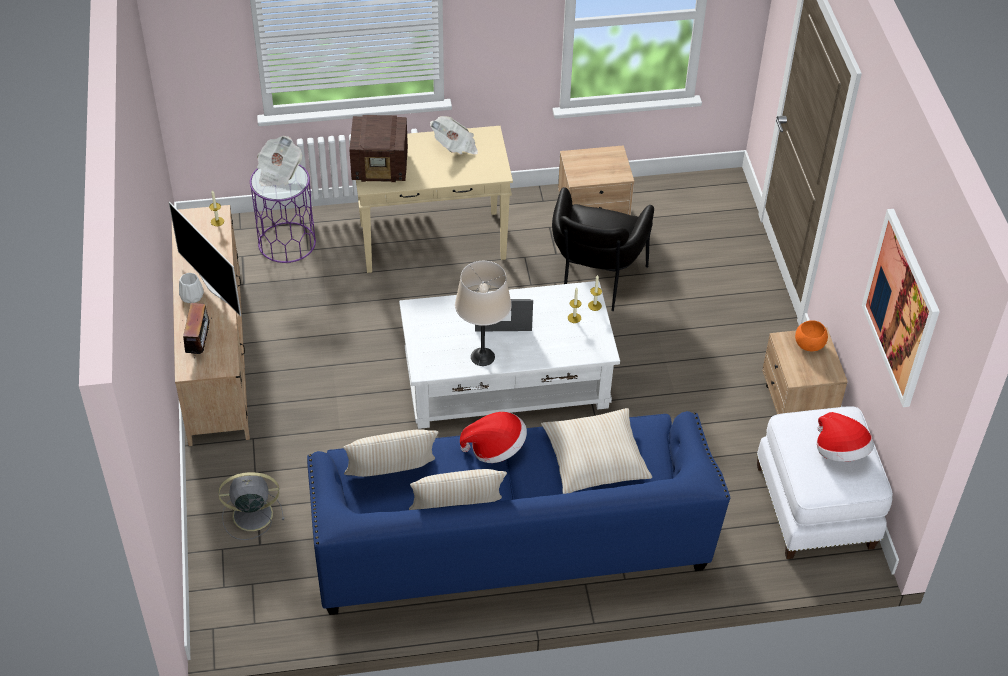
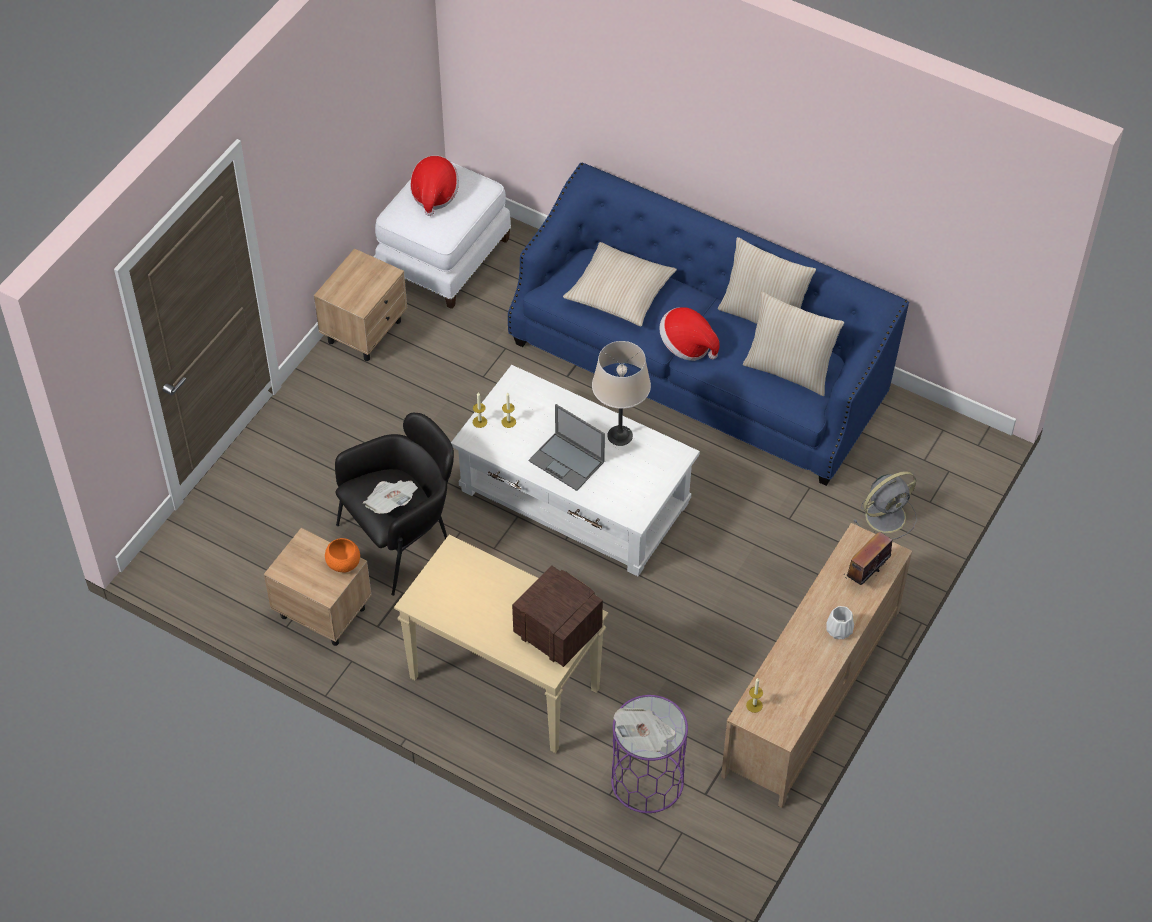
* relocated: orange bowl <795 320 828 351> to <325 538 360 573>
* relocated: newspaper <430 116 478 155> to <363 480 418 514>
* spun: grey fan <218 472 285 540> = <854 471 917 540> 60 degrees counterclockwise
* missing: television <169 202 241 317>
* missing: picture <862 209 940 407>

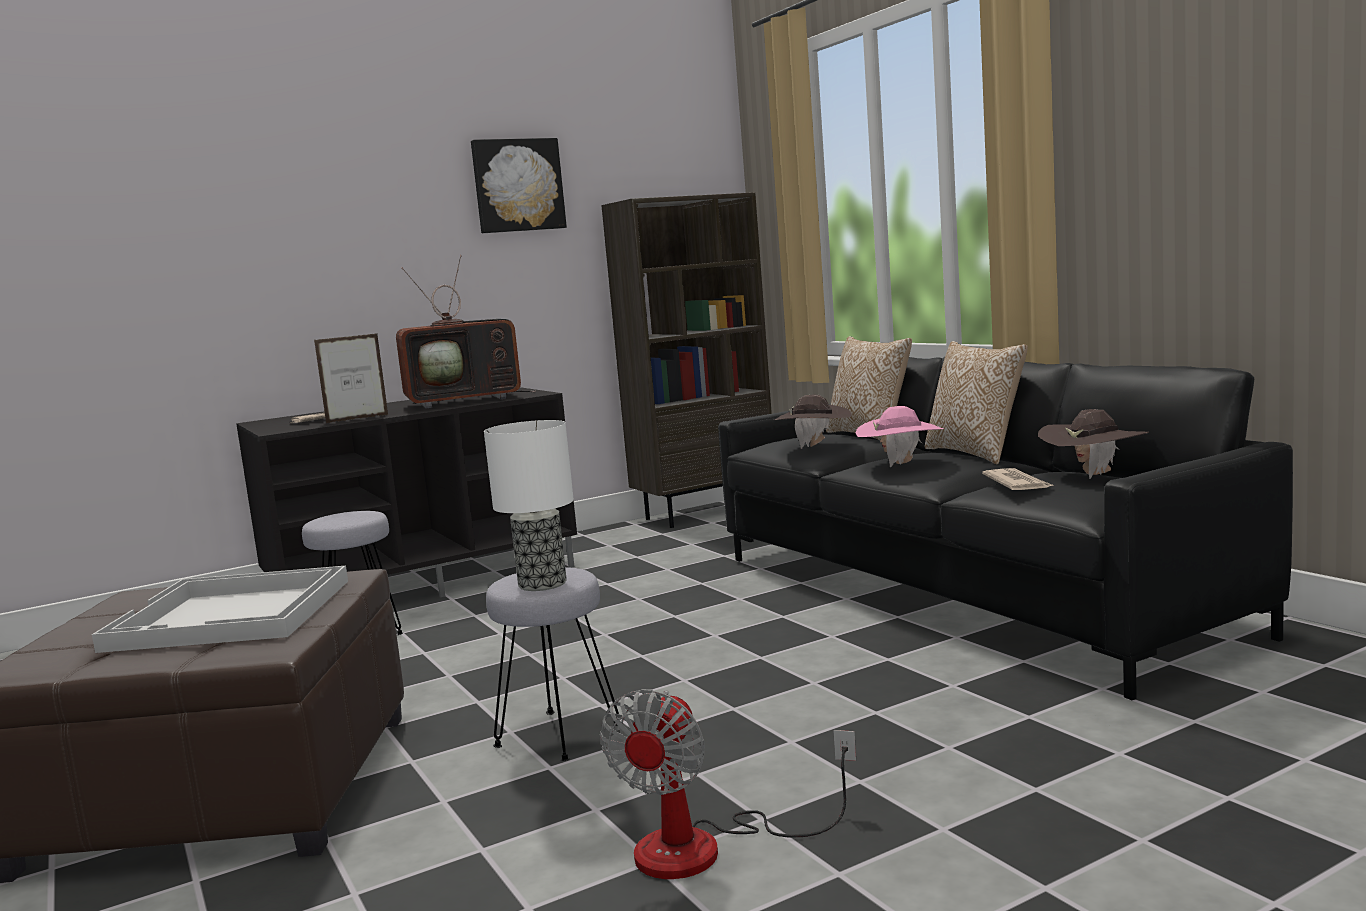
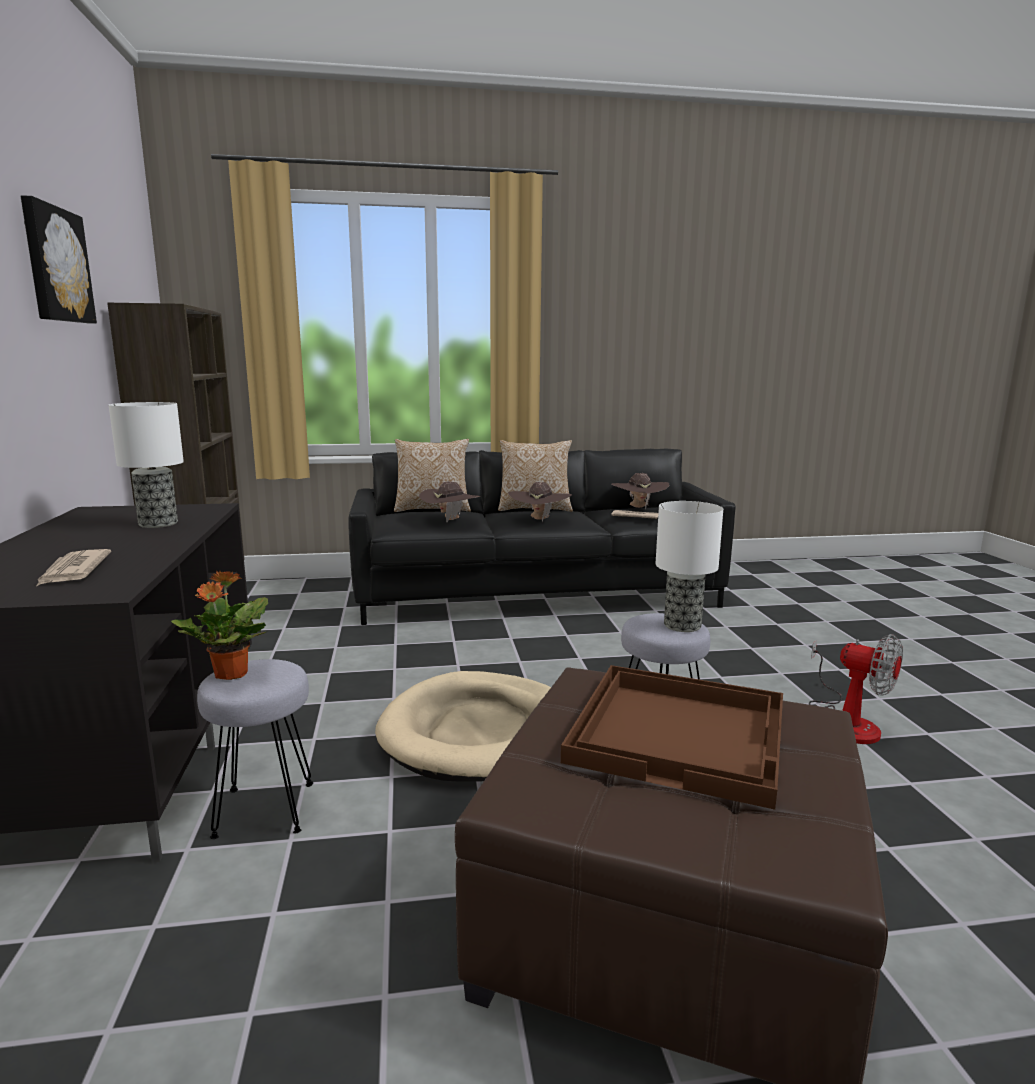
* exchanged: television <396 255 537 408> to table lamp <109 402 184 528>
* appeared: potted plant <171 571 268 680>
* appeared: beige dog bed <375 671 551 782>
* colour: pink hat <855 406 944 468> to brown hat <508 482 572 522>
* colour: white tray <92 566 348 653> to brown tray <561 665 783 810>
* missing: picture frame <314 333 389 423>

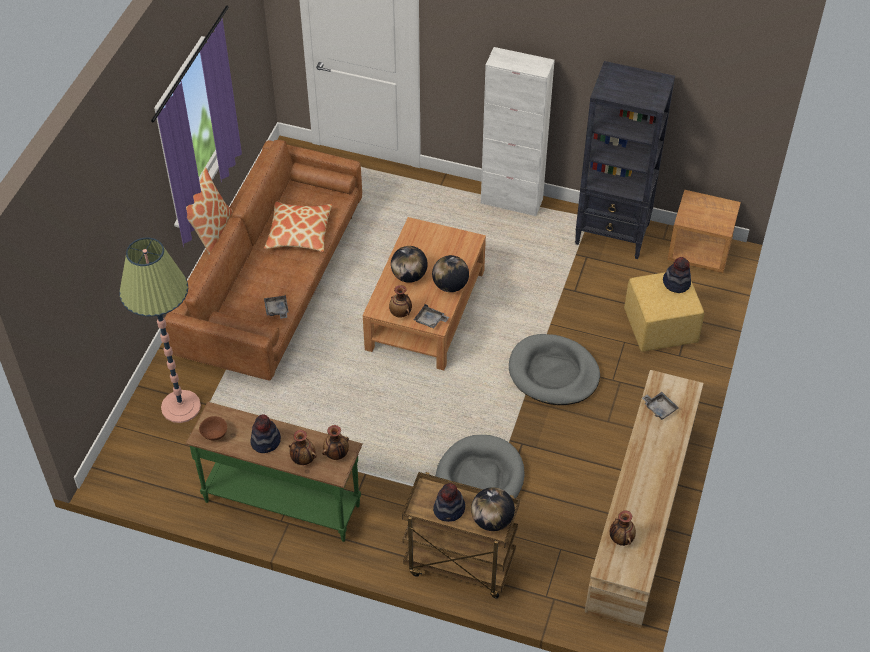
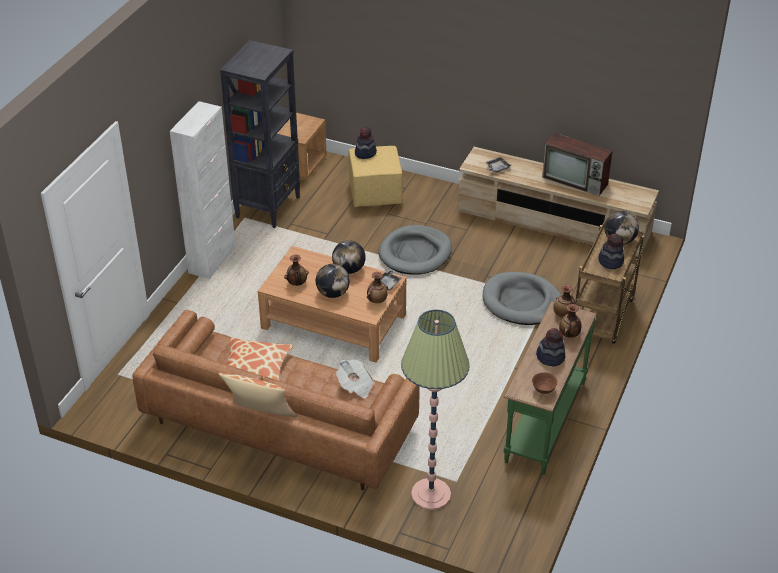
* relocated: vase <610 510 636 546> to <284 254 309 286>
* exchanged: grey tray <264 294 289 319> to newspaper <336 359 375 398>
* appeared: television <542 133 613 196>

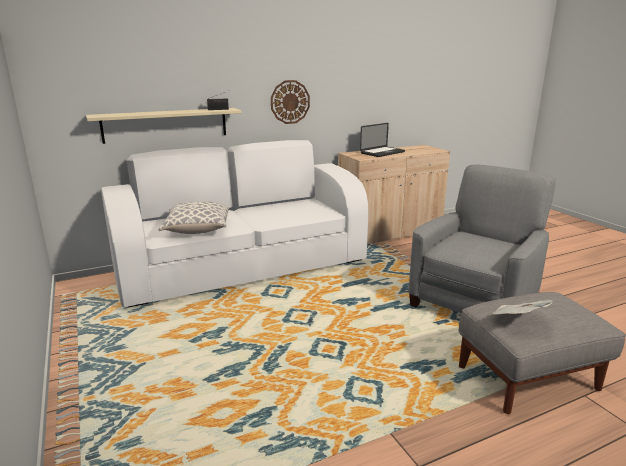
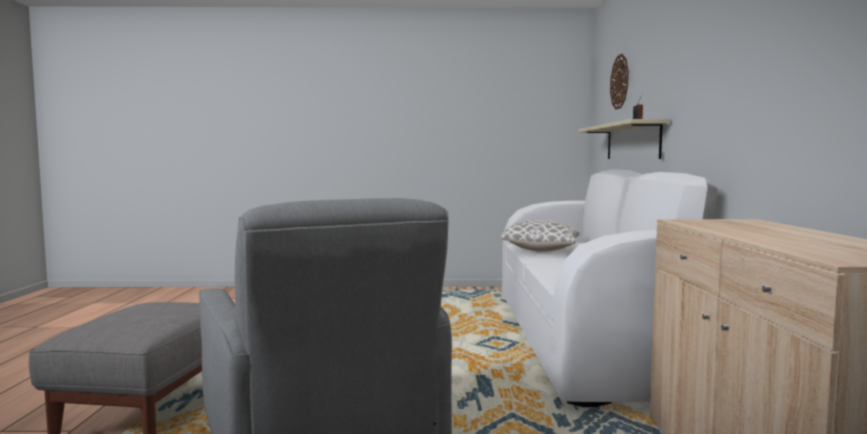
* relocated: wall clock <271 80 310 124> to <610 54 629 110>
* missing: laptop <360 123 405 157>
* missing: newspaper <489 300 553 315>

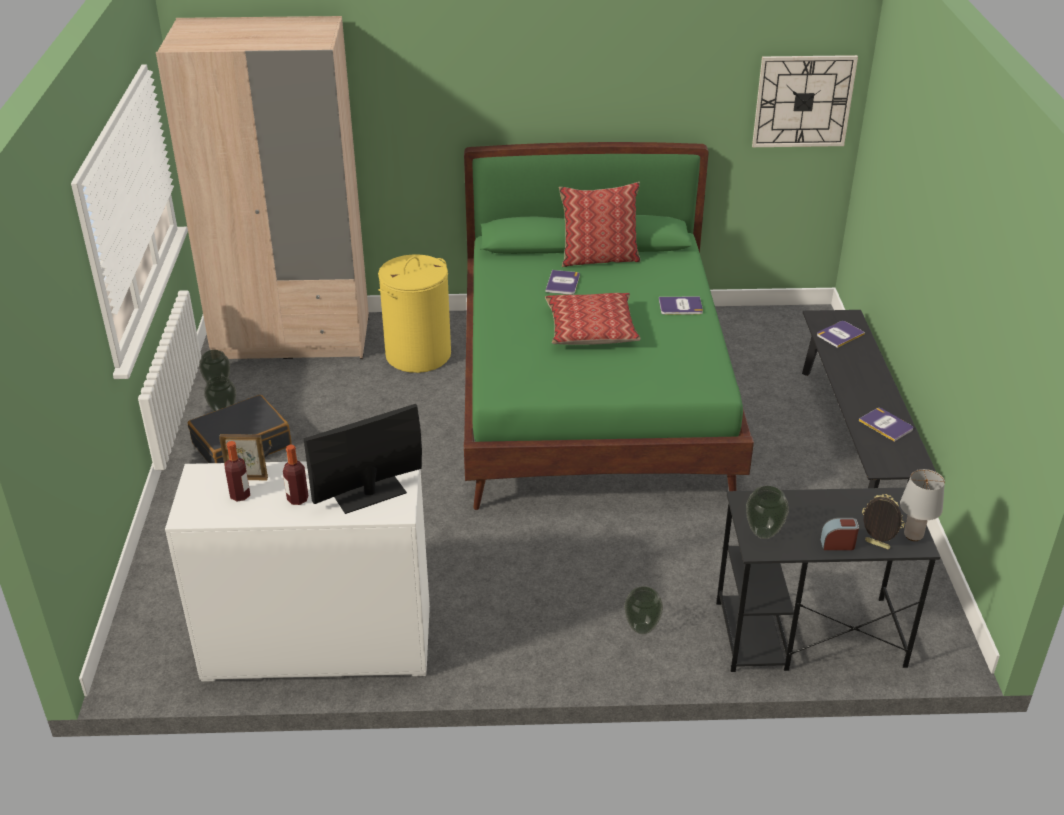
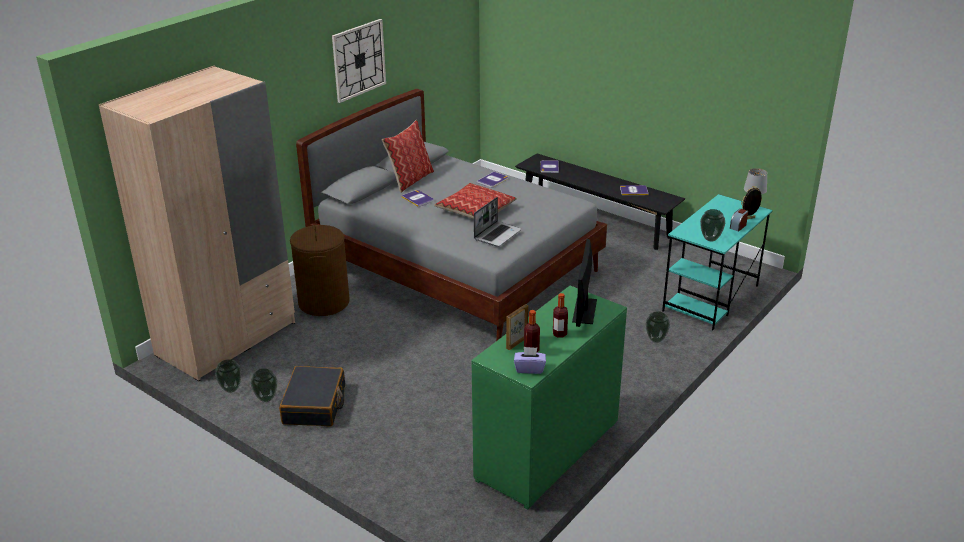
* colour: yellow laundry basket <378 254 451 373> to brown laundry basket <290 225 350 316>
* colour: green bed <464 142 754 510> to grey bed <296 89 607 341>
* relocated: wall clock <752 55 858 147> to <332 19 386 103>
* colour: white dresser <165 461 430 682> to green dresser <471 286 627 509>
* appeared: laptop <474 197 521 247>
* appeared: purple tissue box <514 347 546 374>
* colour: black desk <716 487 940 672> to turquoise desk <662 194 772 330>

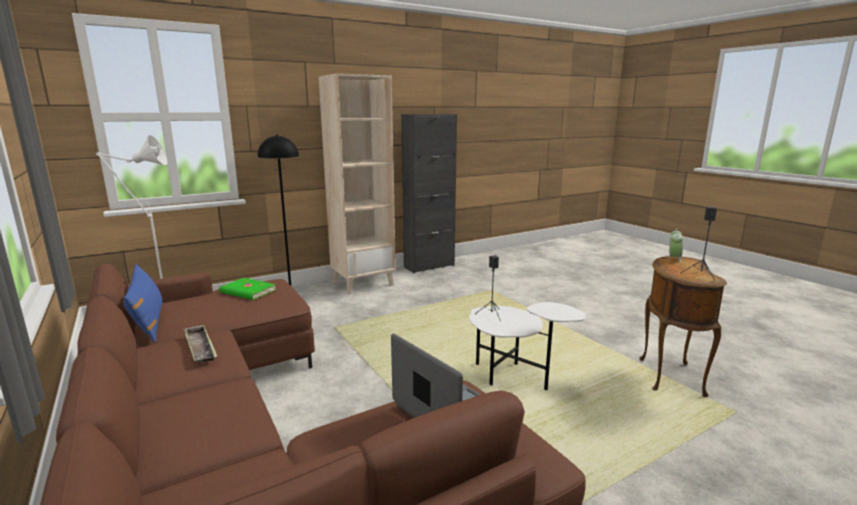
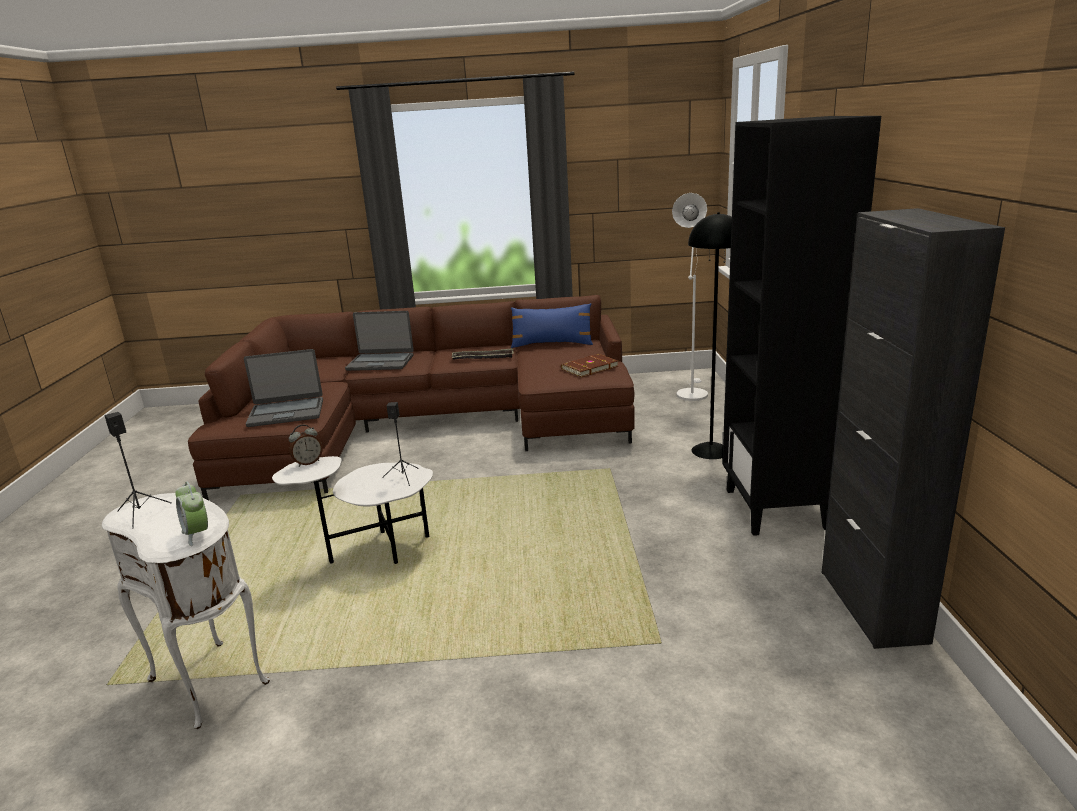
* colour: brown side table <639 256 727 397> to white side table <102 493 270 729>
* appeared: alarm clock <289 424 323 467>
* appeared: laptop <345 311 414 371>
* colour: green book <219 278 276 300> to brown book <561 354 618 377>
* colour: beige bookcase <318 73 396 294> to black bookcase <722 116 881 536>

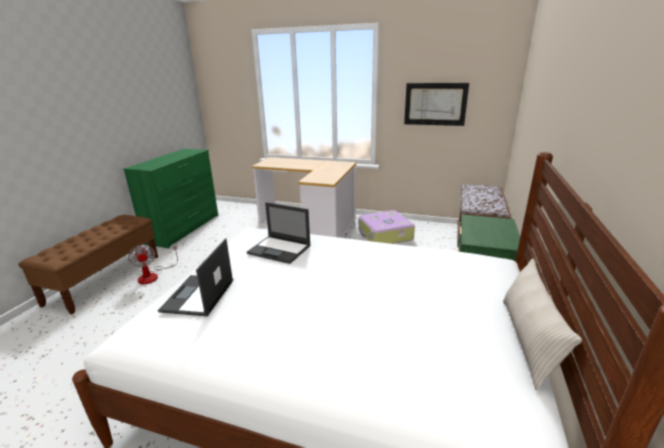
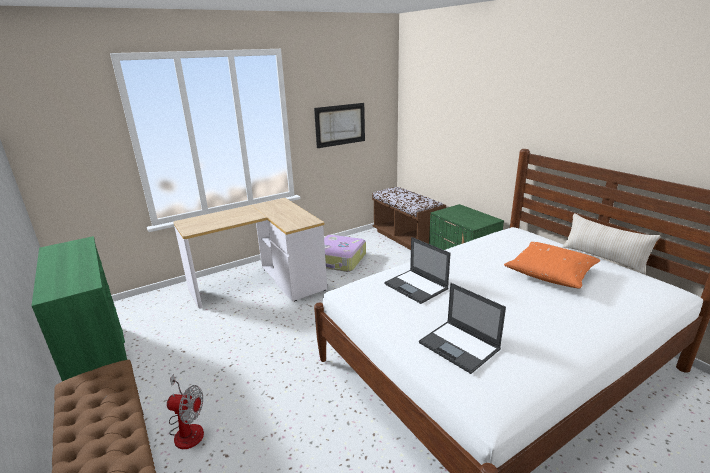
* spun: laptop <247 202 311 264> = <384 237 451 304> 75 degrees clockwise
* appeared: orange pillow <504 242 601 288>

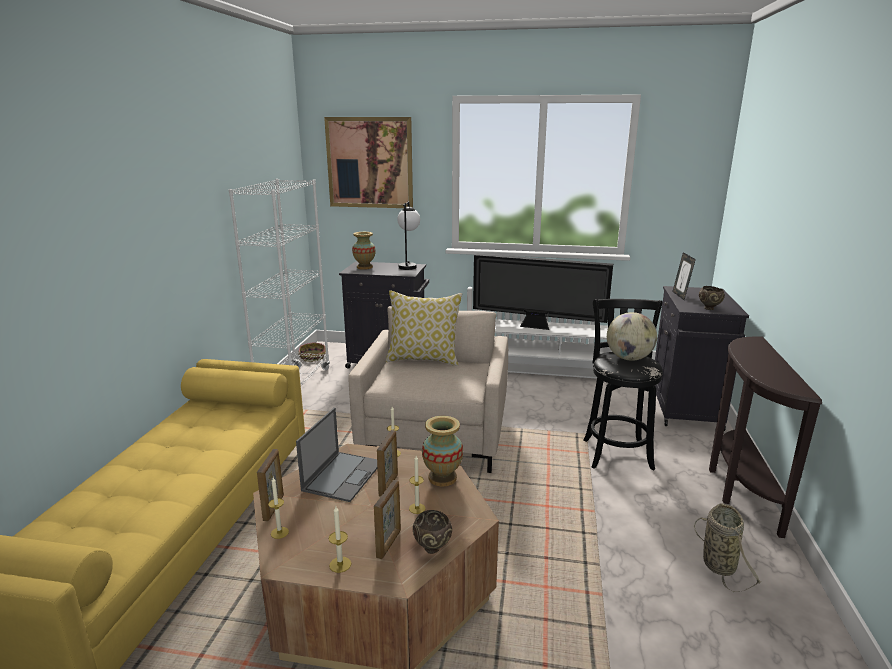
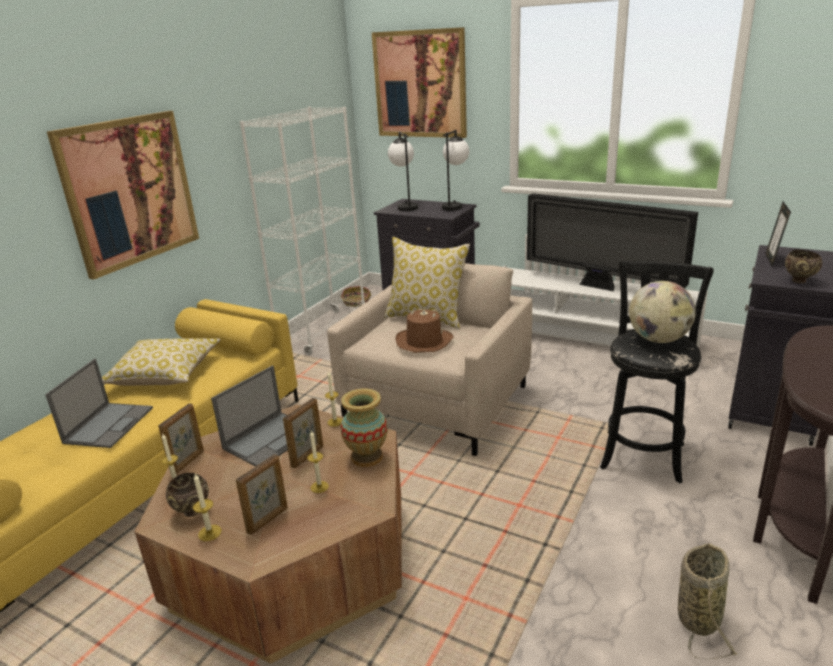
* appeared: laptop <45 359 153 448>
* appeared: picture <47 111 199 280>
* appeared: pillow <102 338 220 386>
* relocated: brown bowl <413 510 452 554> to <166 473 209 517>
* exchanged: vase <352 232 376 270> to table lamp <388 132 418 211>
* appeared: brown hat <396 308 454 353>

